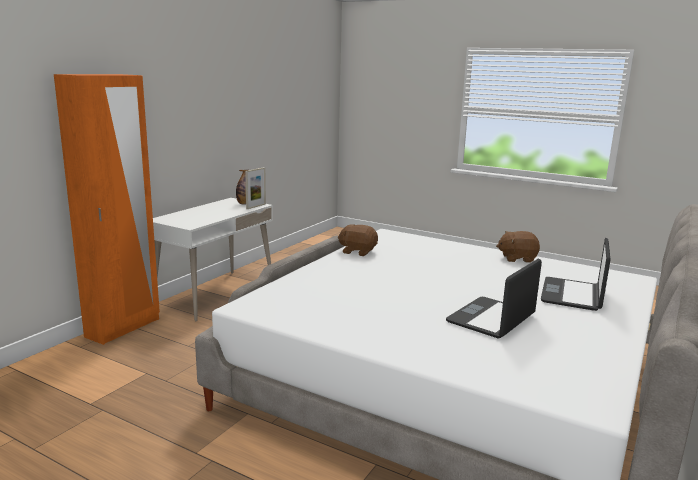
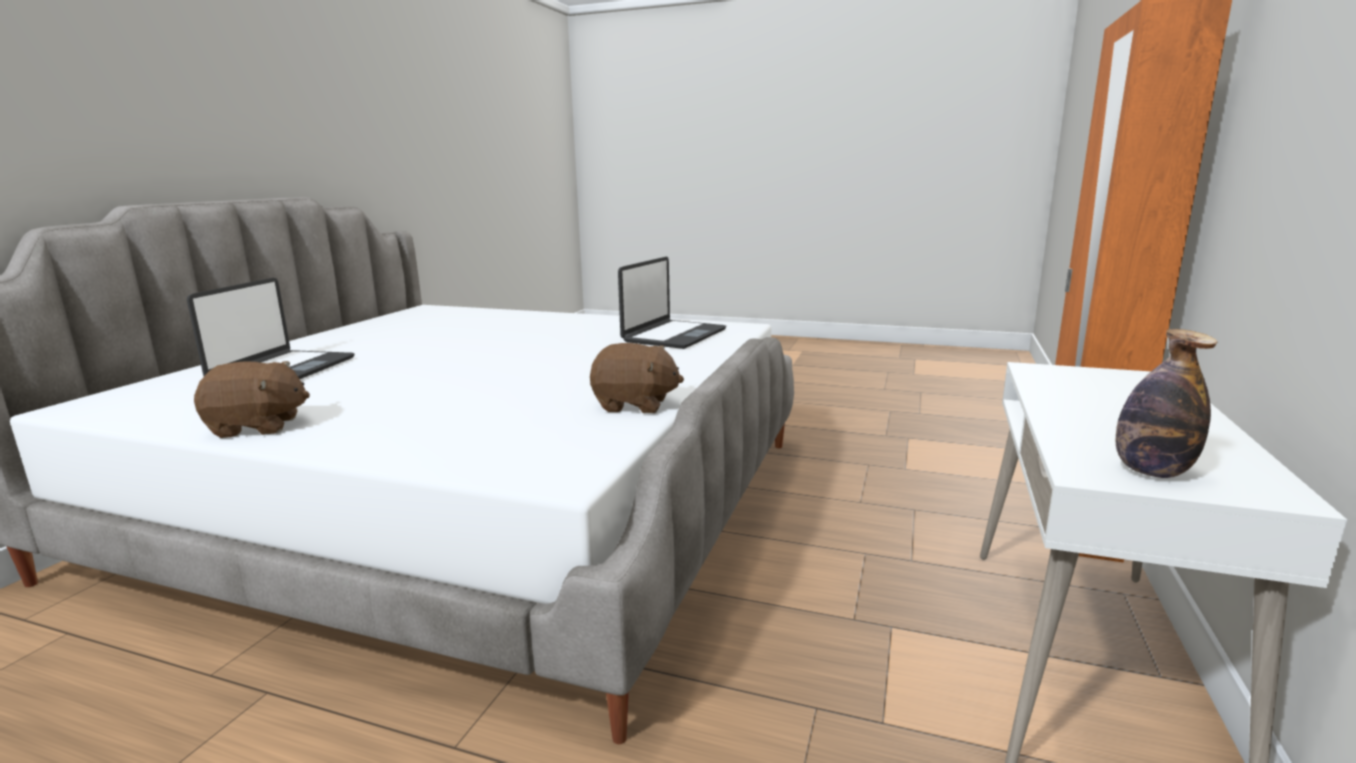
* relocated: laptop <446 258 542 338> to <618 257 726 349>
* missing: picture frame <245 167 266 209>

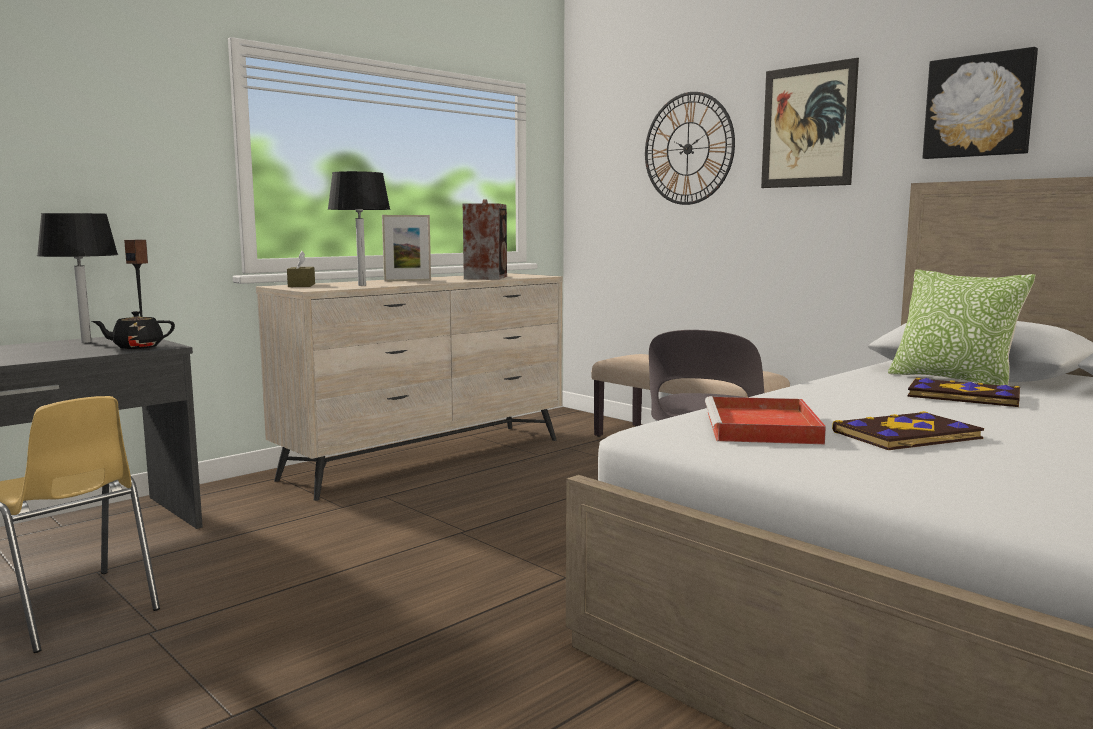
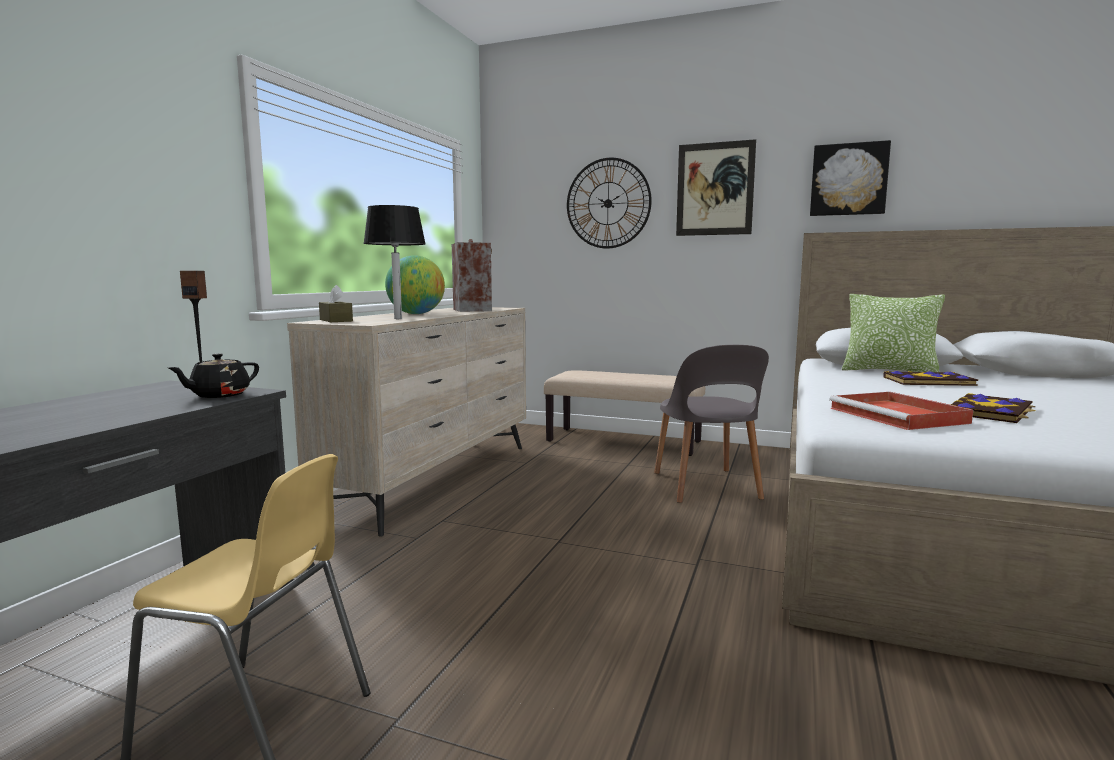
* exchanged: picture frame <382 215 431 282> to globe <385 255 445 314>
* missing: black table lamp <37 213 118 343>

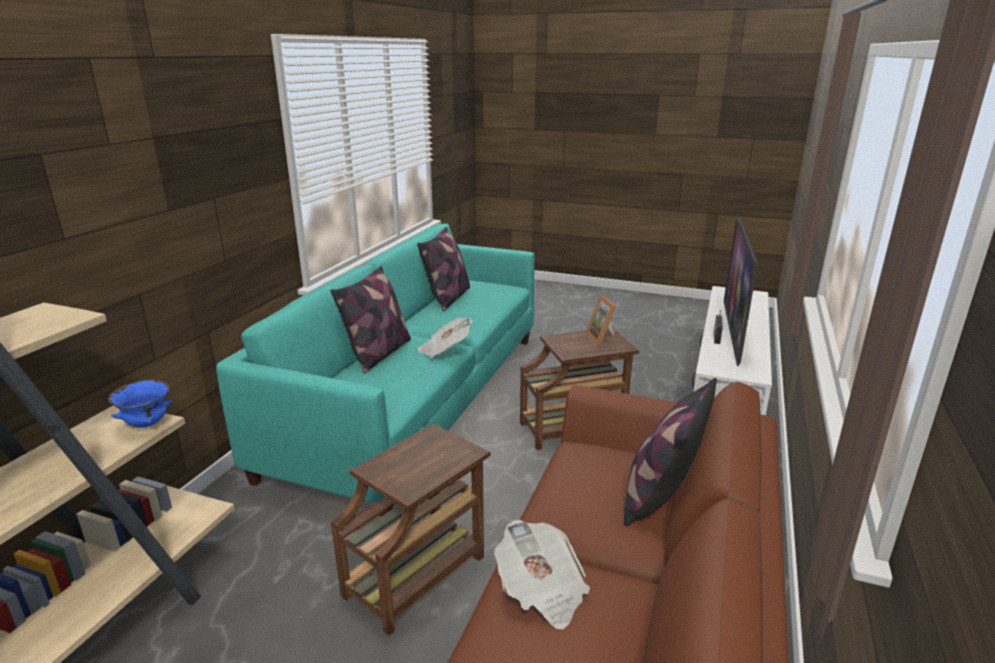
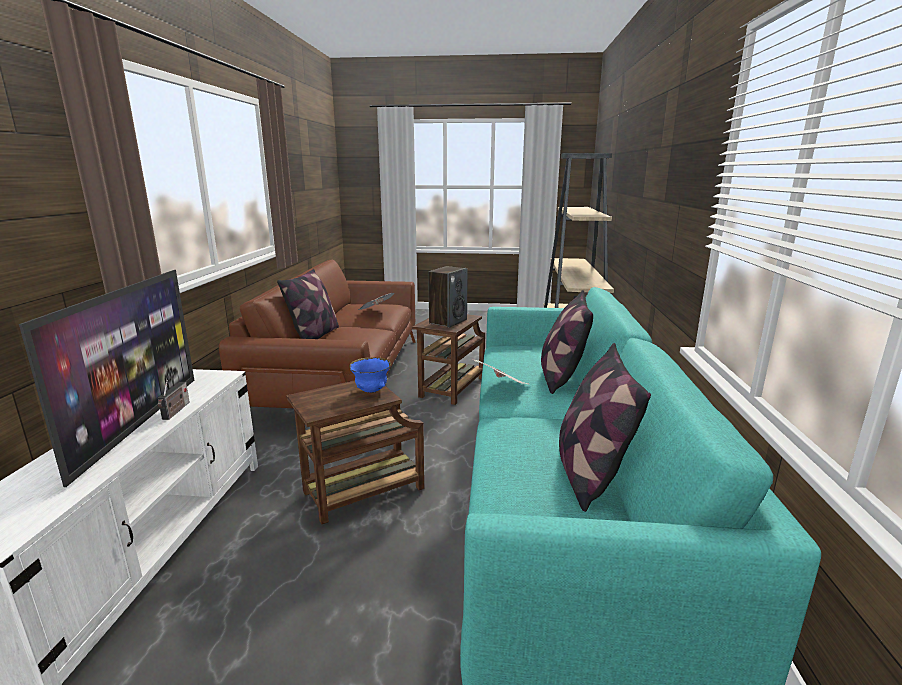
* relocated: blue bowl <108 380 172 428> to <349 357 391 393>
* appeared: speaker <428 266 468 328>
* missing: picture frame <585 295 616 346>

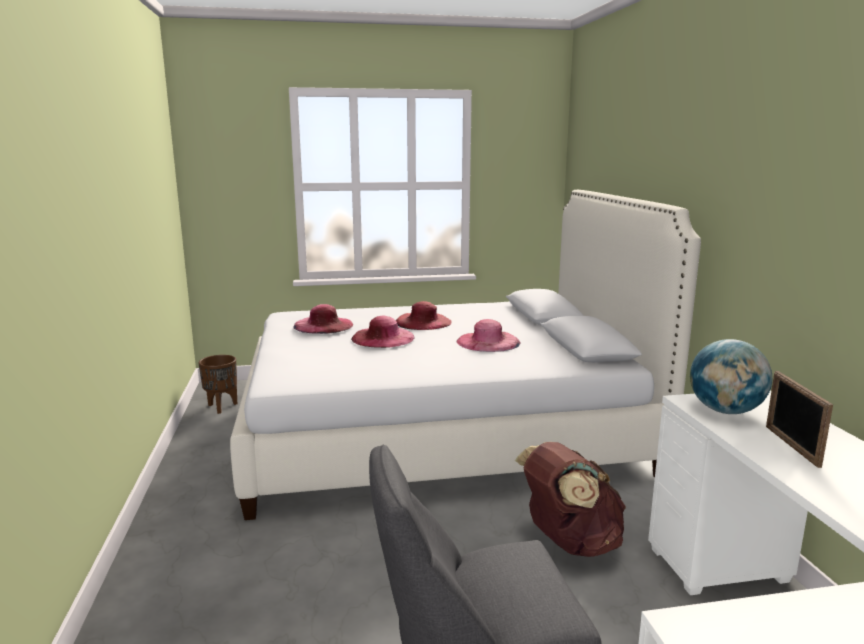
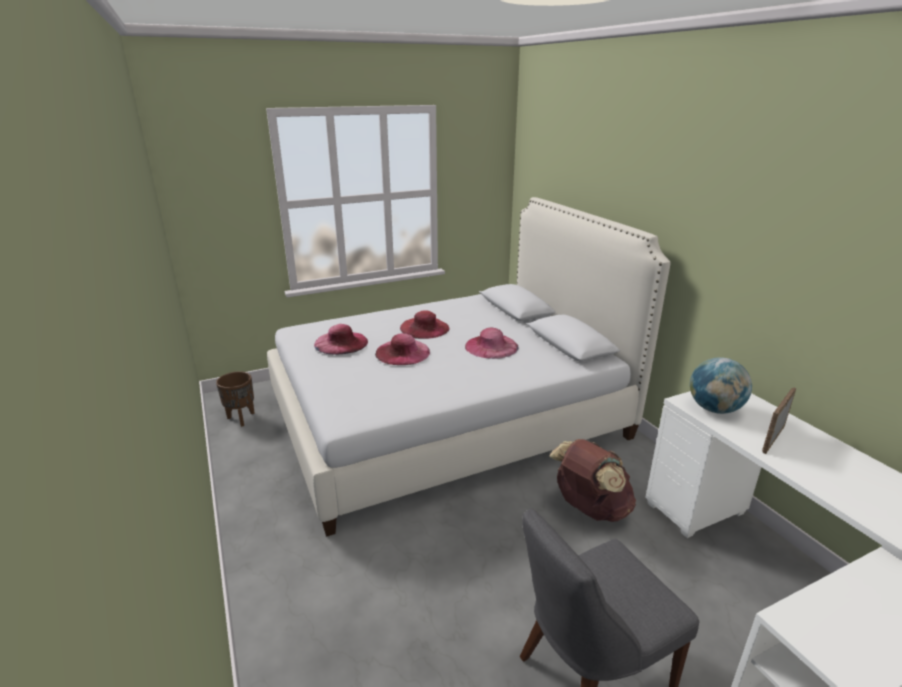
* spun: picture frame <766 371 833 468> = <762 387 796 454> 60 degrees clockwise

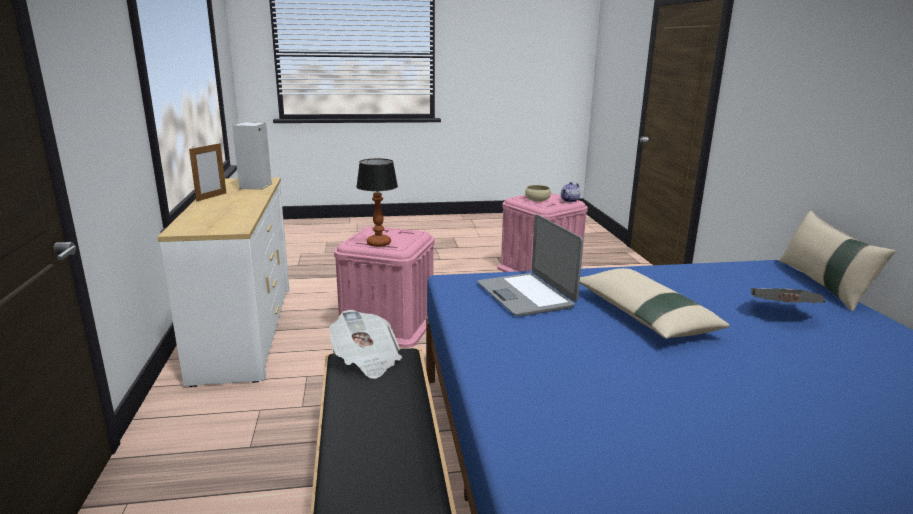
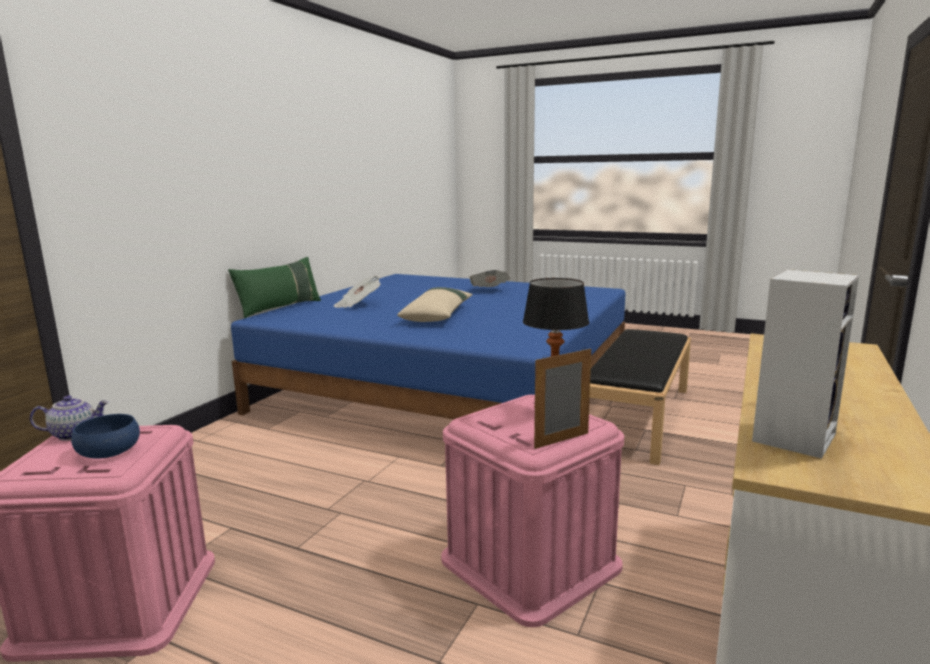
* colour: beige bowl <525 185 551 202> to blue bowl <71 414 140 459>
* colour: beige pillow <780 211 895 311> to green pillow <228 257 321 318>
* relocated: newspaper <329 310 402 379> to <469 270 510 287>
* relocated: picture frame <189 143 226 202> to <534 347 591 449>
* missing: laptop <477 214 583 316>

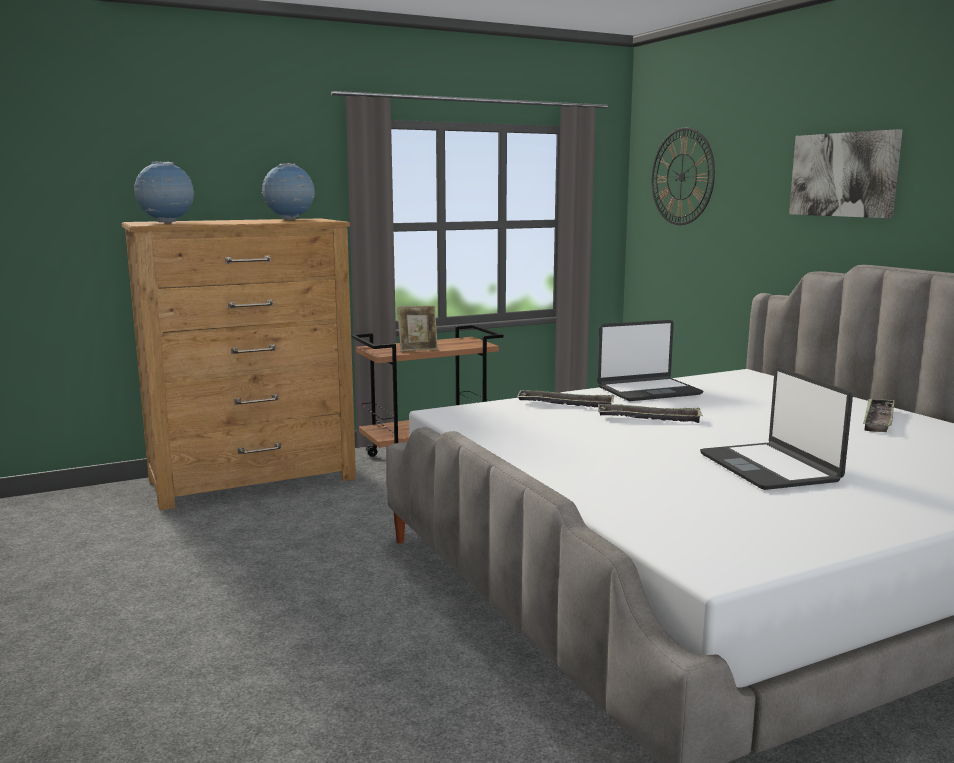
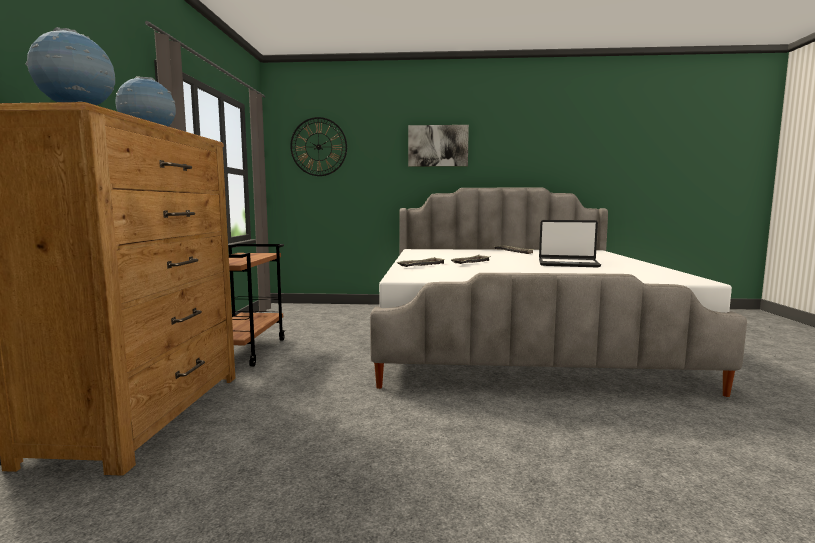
* missing: picture frame <398 306 438 351>
* missing: laptop <597 320 703 401>

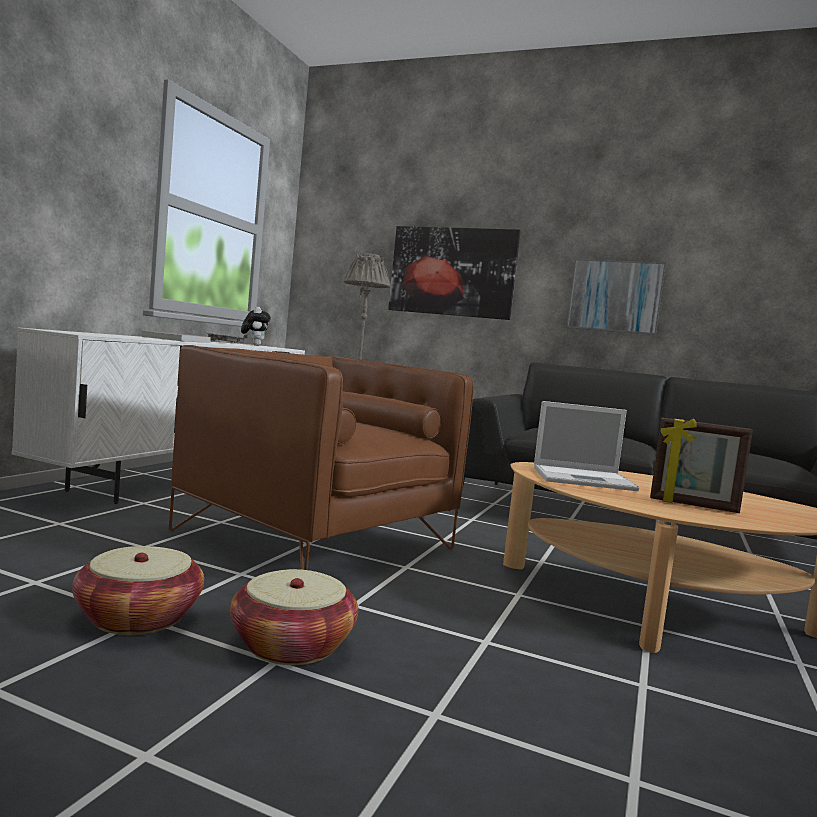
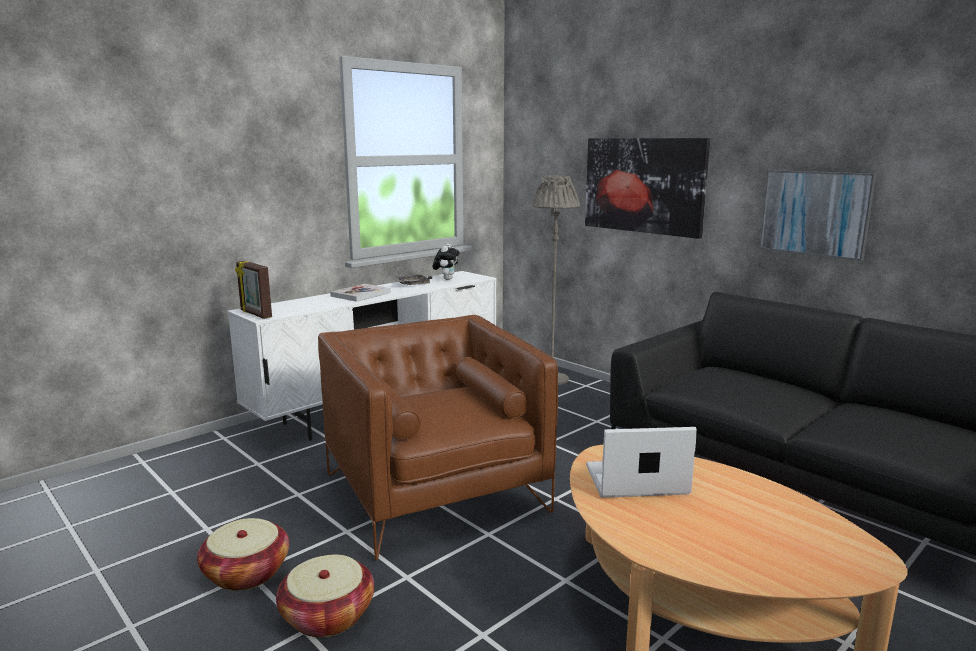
* relocated: picture frame <650 417 753 513> to <235 261 272 319>
* spun: laptop <534 401 639 491> = <586 427 697 498> 150 degrees clockwise

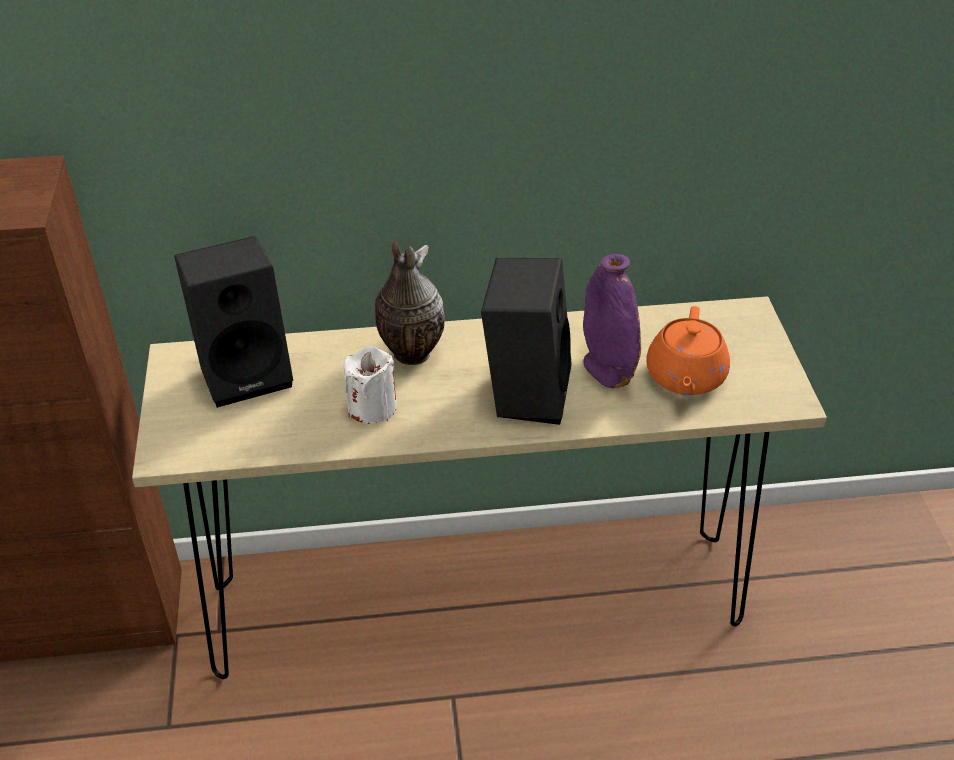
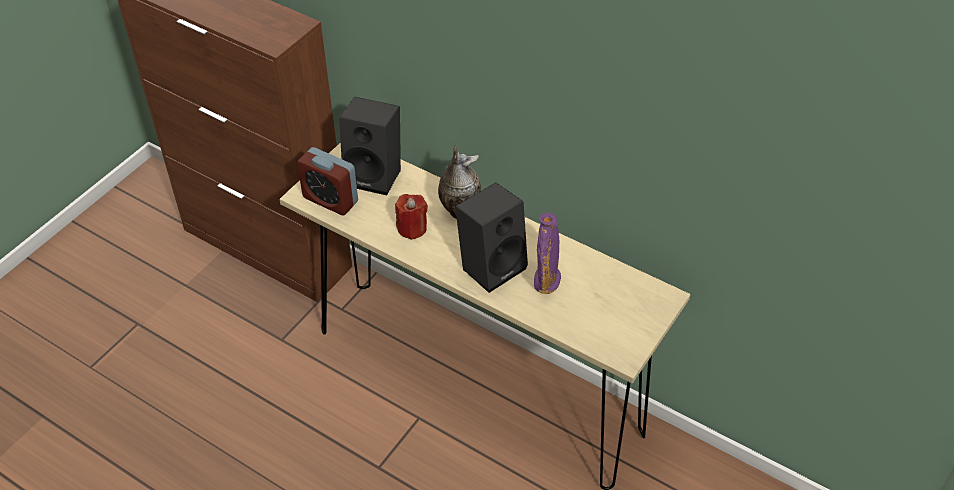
* appeared: alarm clock <297 147 358 216>
* colour: white candle <344 346 397 424> to red candle <395 194 428 240>
* missing: orange teapot <646 306 730 396>

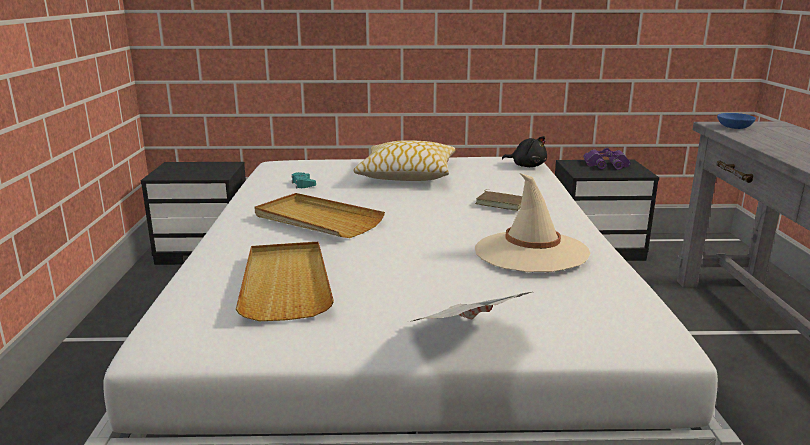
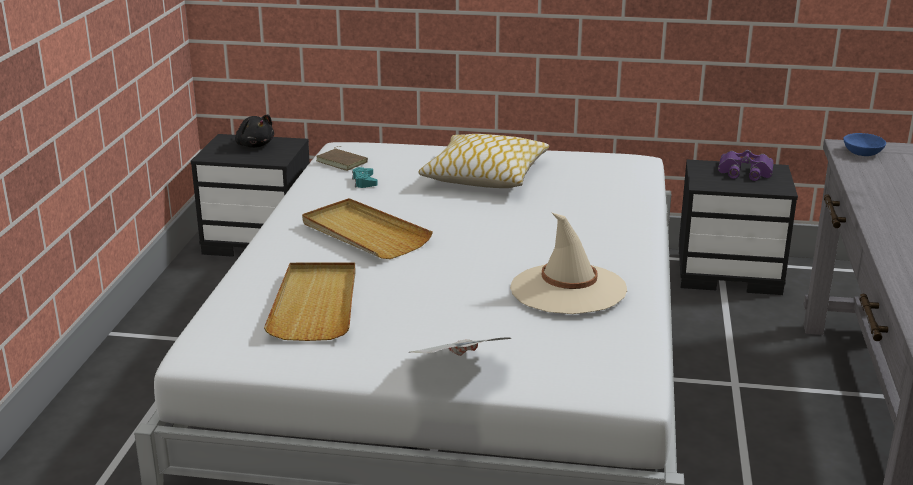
* relocated: black plush toy <502 136 547 167> to <235 114 274 148>
* relocated: brown book <475 189 522 211> to <316 146 368 171>

